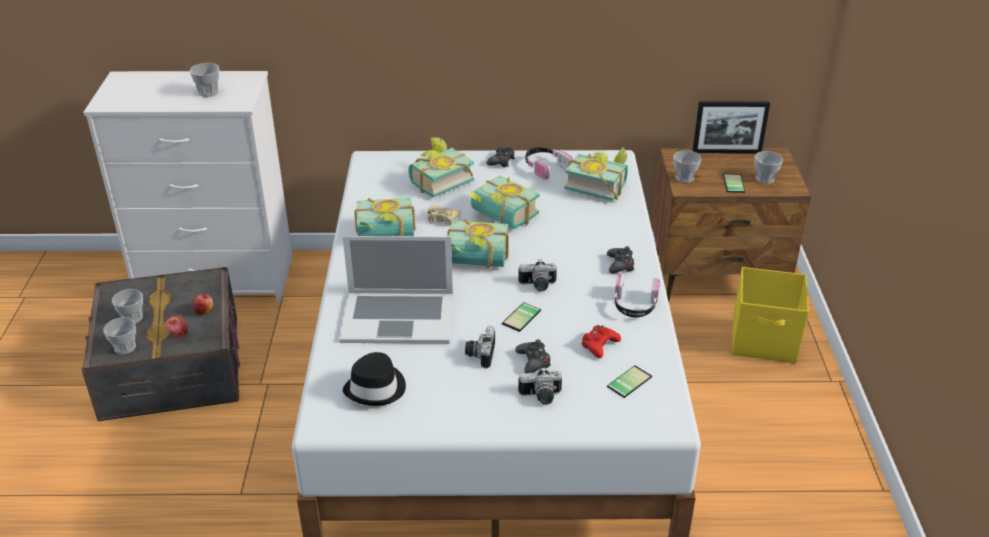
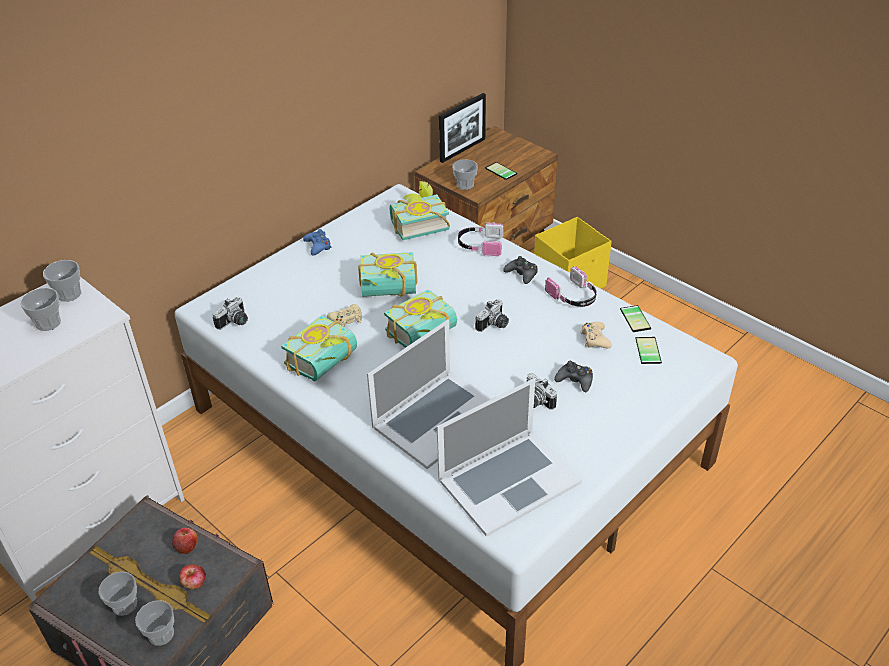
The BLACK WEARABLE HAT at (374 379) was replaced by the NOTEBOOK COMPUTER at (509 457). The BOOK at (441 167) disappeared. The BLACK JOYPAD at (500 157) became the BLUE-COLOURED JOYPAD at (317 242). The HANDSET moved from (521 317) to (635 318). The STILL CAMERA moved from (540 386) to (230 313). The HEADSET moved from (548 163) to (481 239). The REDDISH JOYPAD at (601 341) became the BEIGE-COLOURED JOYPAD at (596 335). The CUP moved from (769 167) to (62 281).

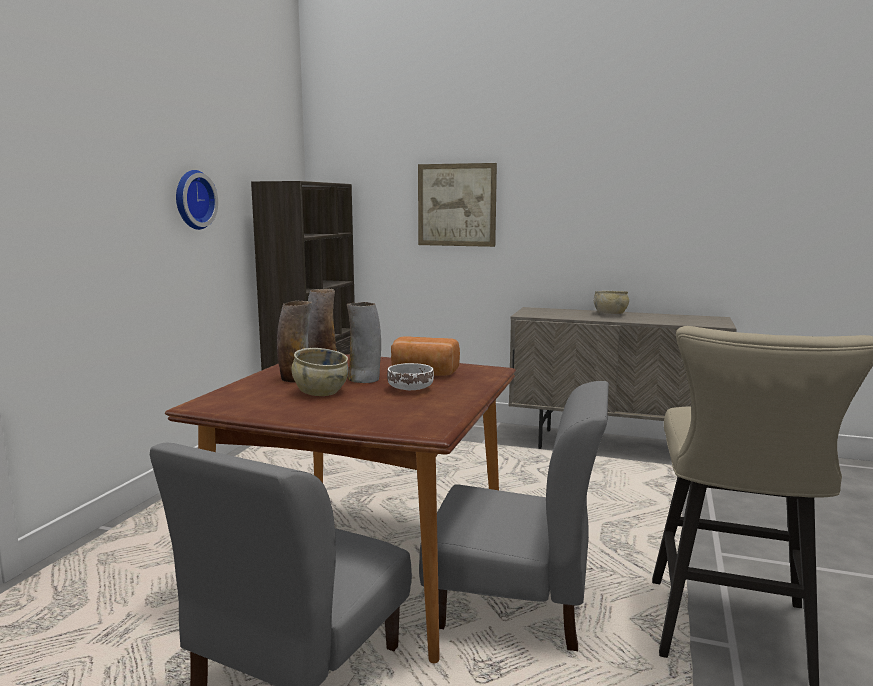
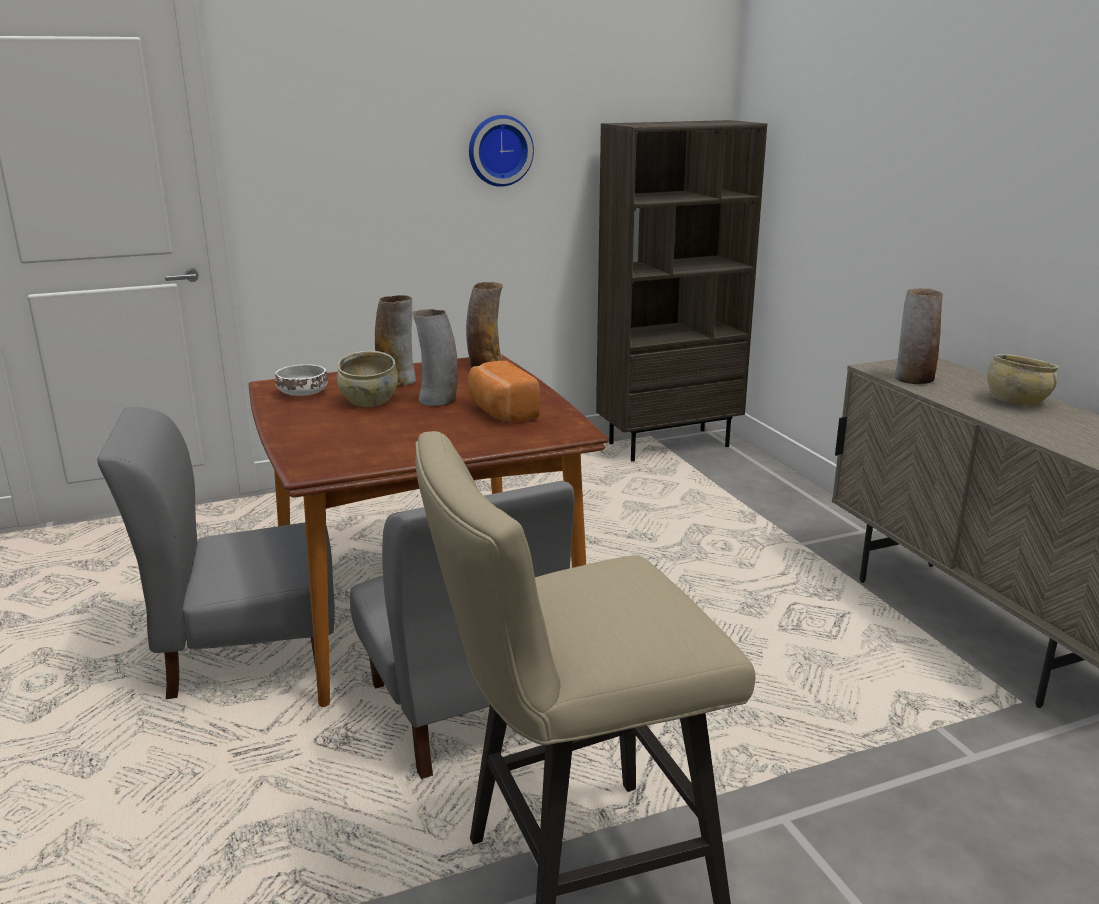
The WHITE DEEP DISH moved from (410 376) to (301 380). The WALL PICTURE at (457 205) disappeared. The DECORATIVE VASE at (919 336) appeared.

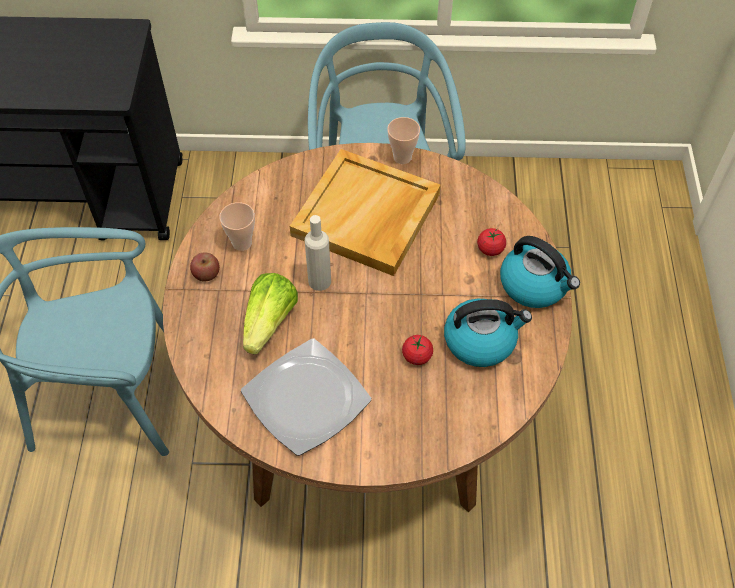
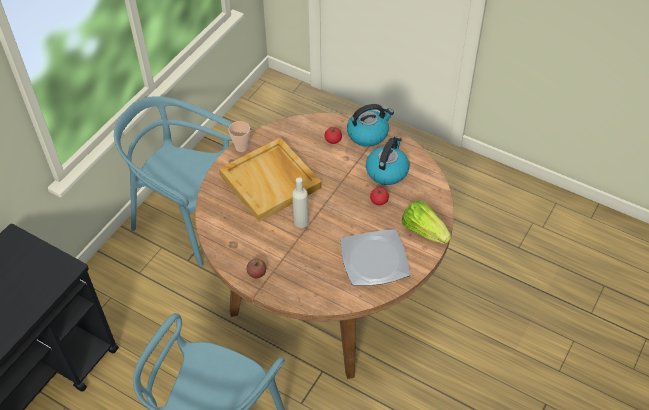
The CUP at (237 226) disappeared. The LETTUCE HEAD moved from (270 314) to (426 222).

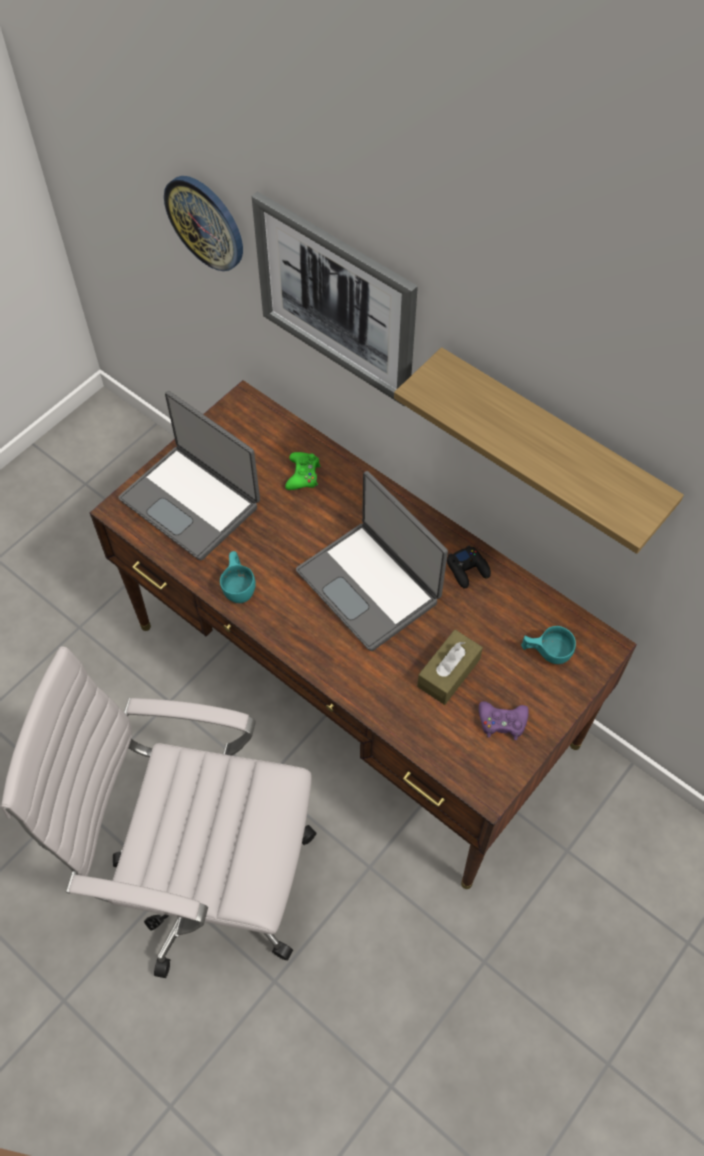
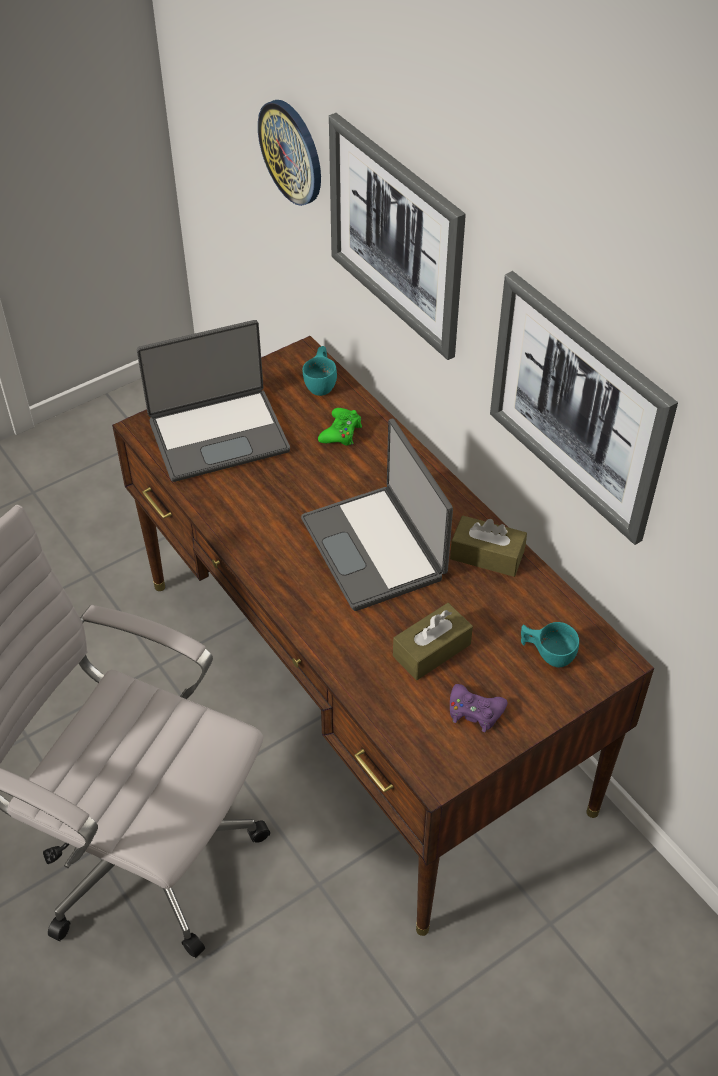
The NOTEBOOK COMPUTER at (189 475) turned 75 degrees counterclockwise. The TURQUOISE-COLOURED CUP moved from (238 577) to (319 371). The BRACKET SHELF at (539 450) was replaced by the WALL PICTURE at (584 408). The BLACK JOYPAD at (469 566) was replaced by the BROWN TISSUE BOX at (488 546).

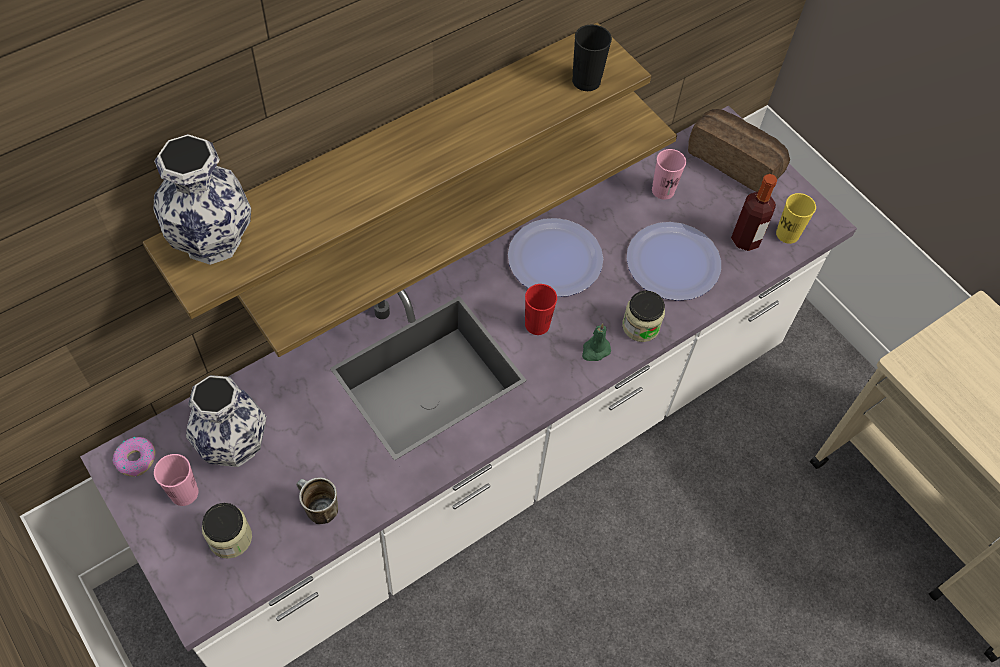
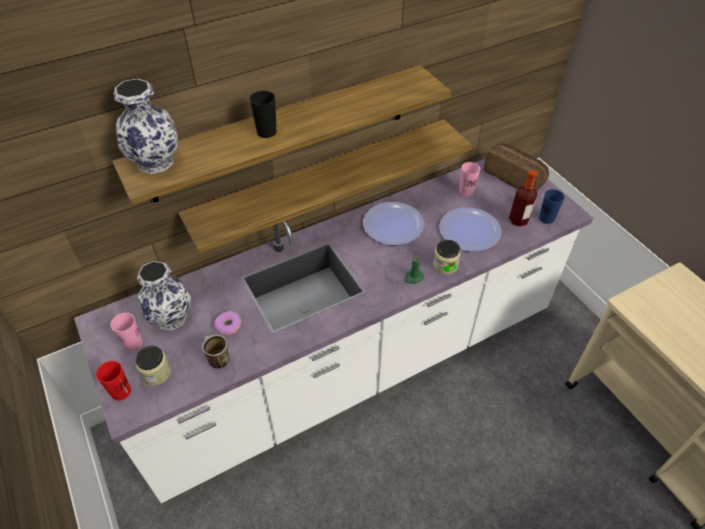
The DONUT moved from (134 457) to (227 323). The REDDISH CUP moved from (541 309) to (113 381). The BLACK CUP moved from (592 57) to (263 114). The YELLOW CUP at (796 218) became the BLUE-COLOURED CUP at (552 206).

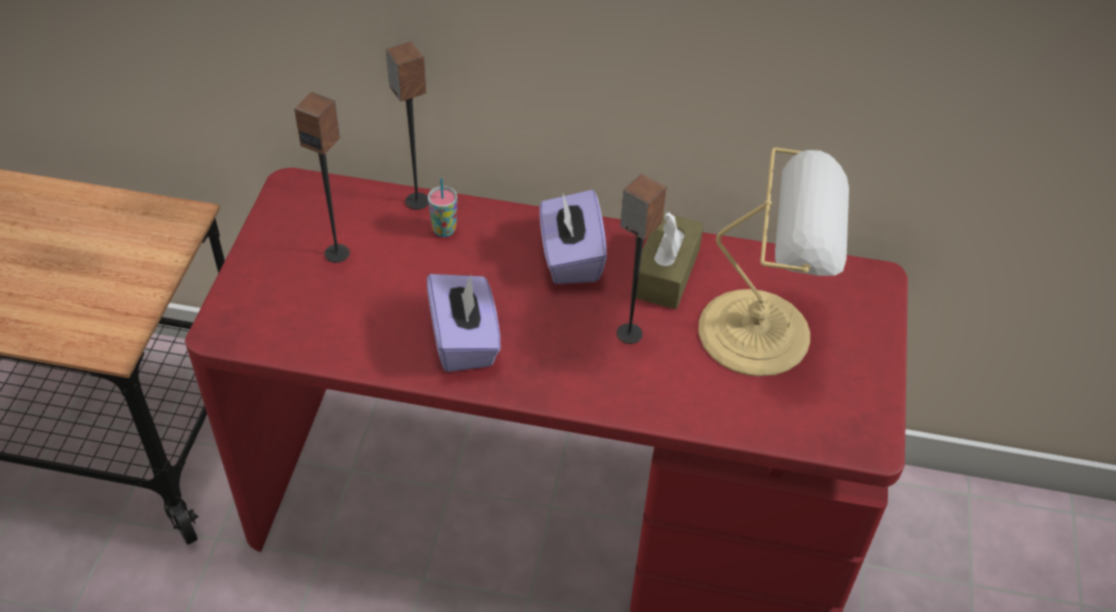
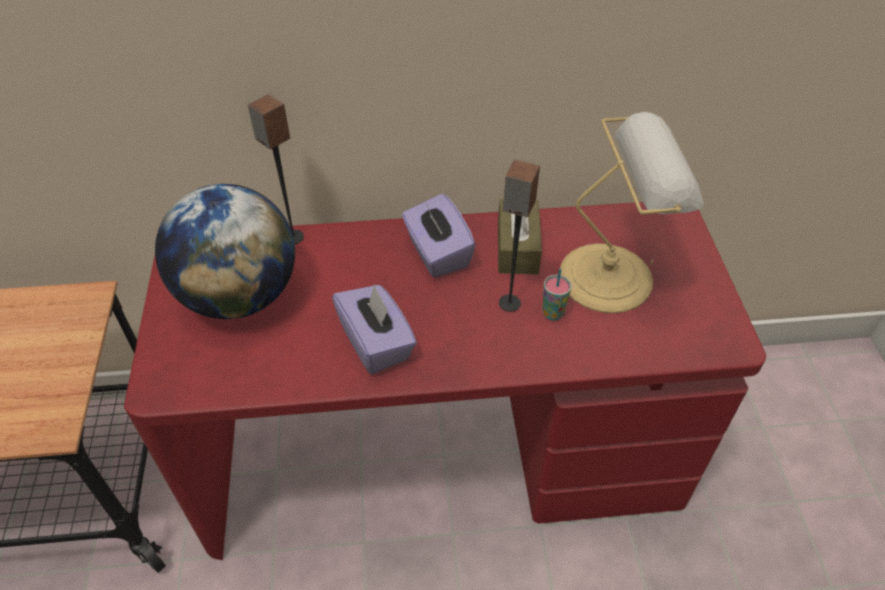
The LOUDSPEAKER at (322 177) was replaced by the WORLD GLOBE at (225 251). The CUP moved from (442 207) to (556 294).

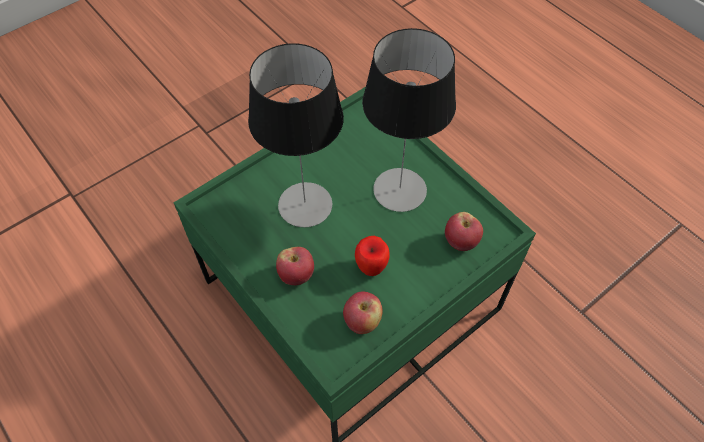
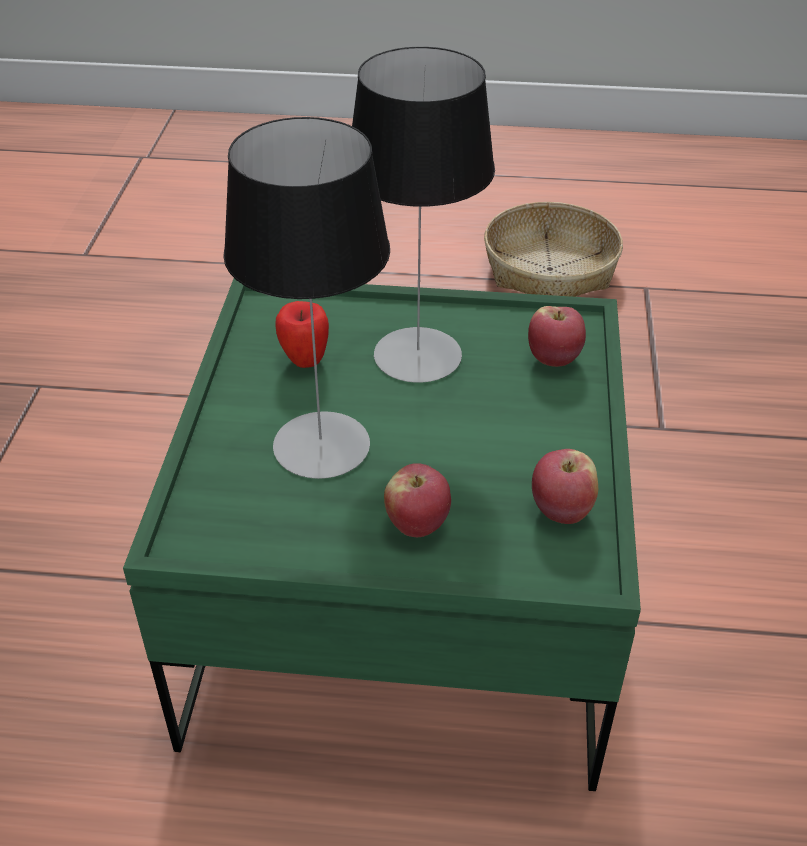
The WHOLE APPLE moved from (372 256) to (302 334). The HOUSEHOLD BASKET at (553 249) appeared.

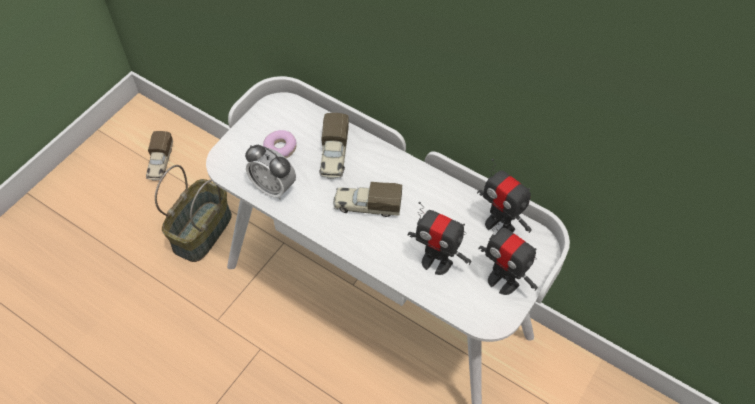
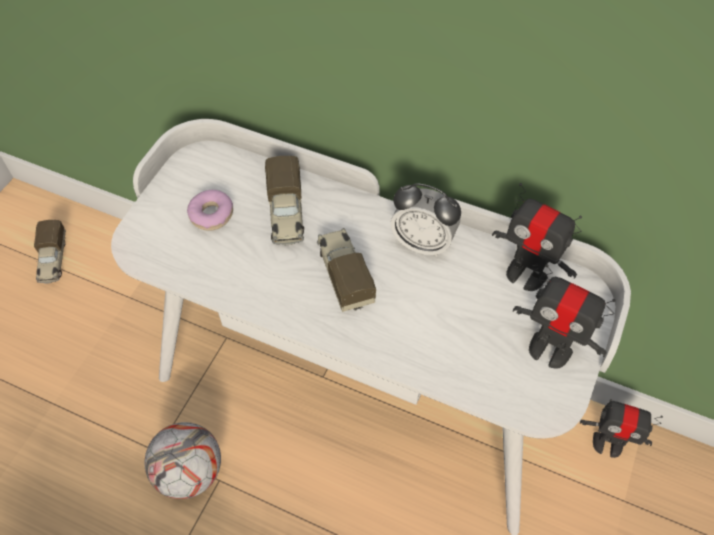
The HOUSEHOLD BASKET at (193 213) disappeared. The BEDSIDE CLOCK moved from (270 172) to (426 220). The TOY LORRY at (367 199) turned 75 degrees clockwise. The MODEL ROBOT moved from (439 238) to (621 428). The FOOTBALL BALL at (182 460) appeared.

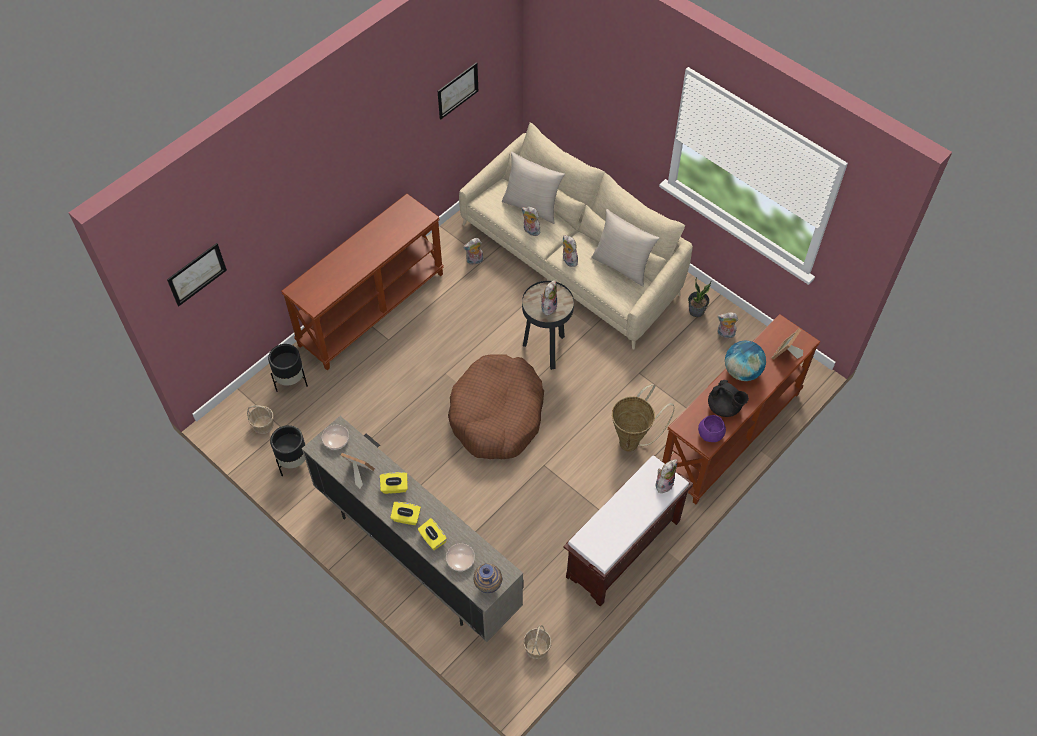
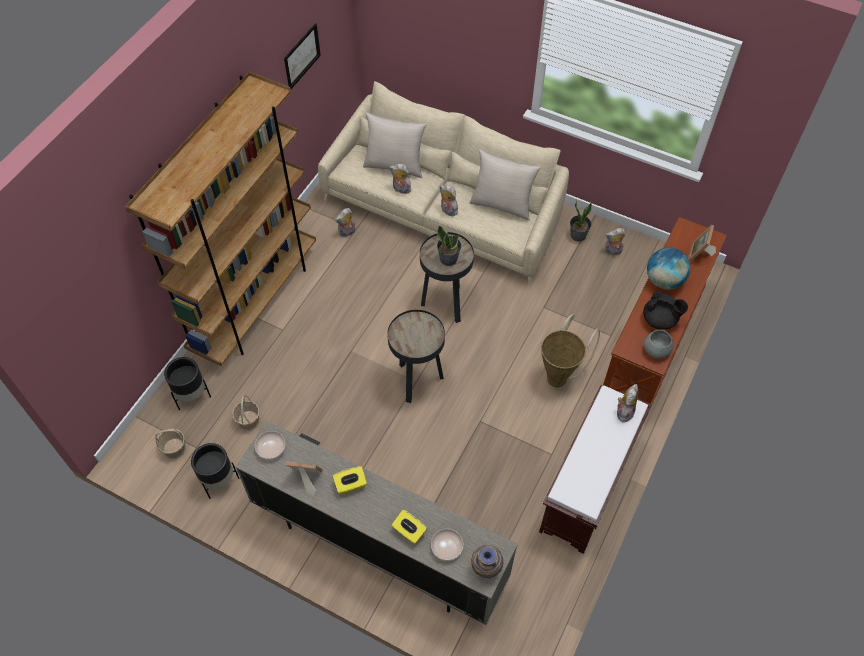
The WALL PICTURE at (197 274) disappeared. The BROWN NARROW TABLE at (362 282) was replaced by the BROWN BOOKCASE at (220 218). The YELLOW TISSUE BOX at (405 513) disappeared. The BROWN DOG BED at (496 406) was replaced by the BLACK ACCENT TABLE at (416 356). The HOUSEHOLD BASKET moved from (537 641) to (246 413). The CUDDLY TOY at (549 297) was replaced by the POTTED PLANT at (449 246). The PURPLISH DEEP DISH at (712 428) became the GREYISH DEEP DISH at (658 344).

